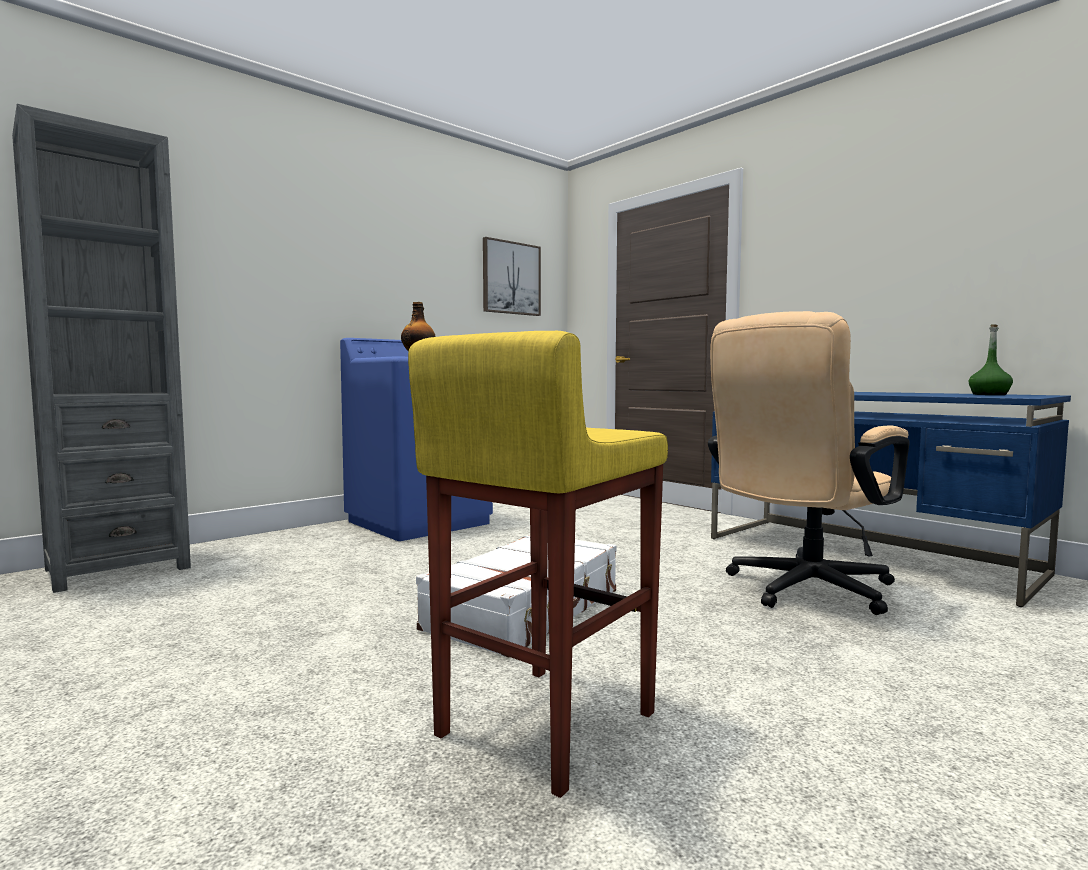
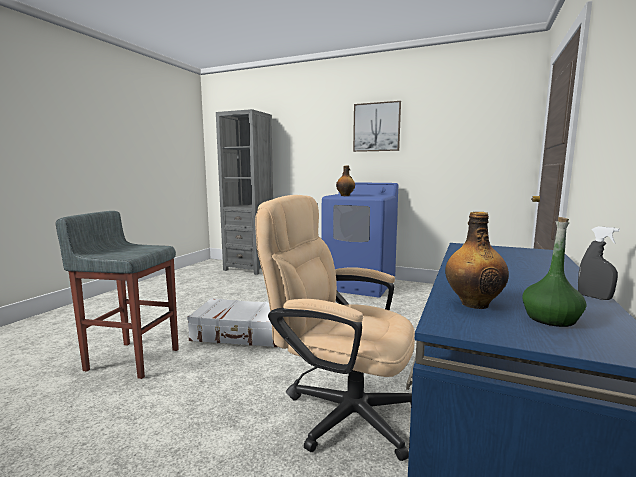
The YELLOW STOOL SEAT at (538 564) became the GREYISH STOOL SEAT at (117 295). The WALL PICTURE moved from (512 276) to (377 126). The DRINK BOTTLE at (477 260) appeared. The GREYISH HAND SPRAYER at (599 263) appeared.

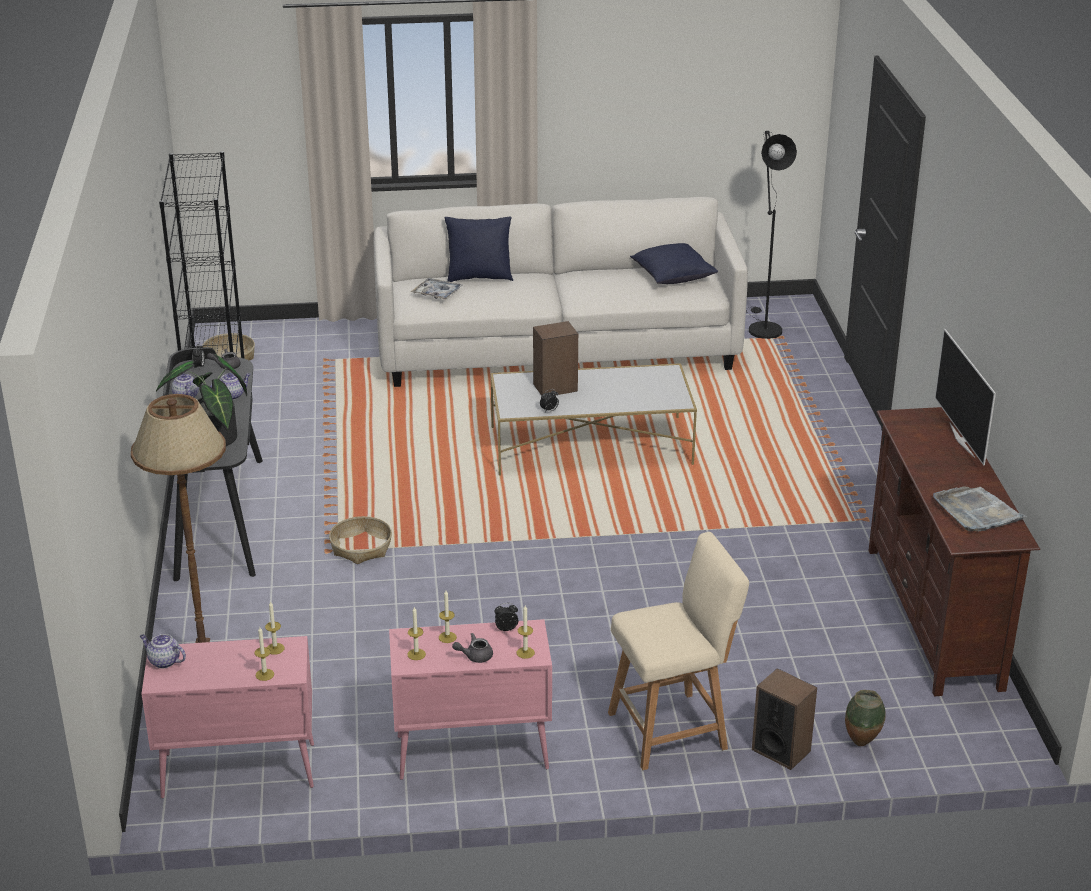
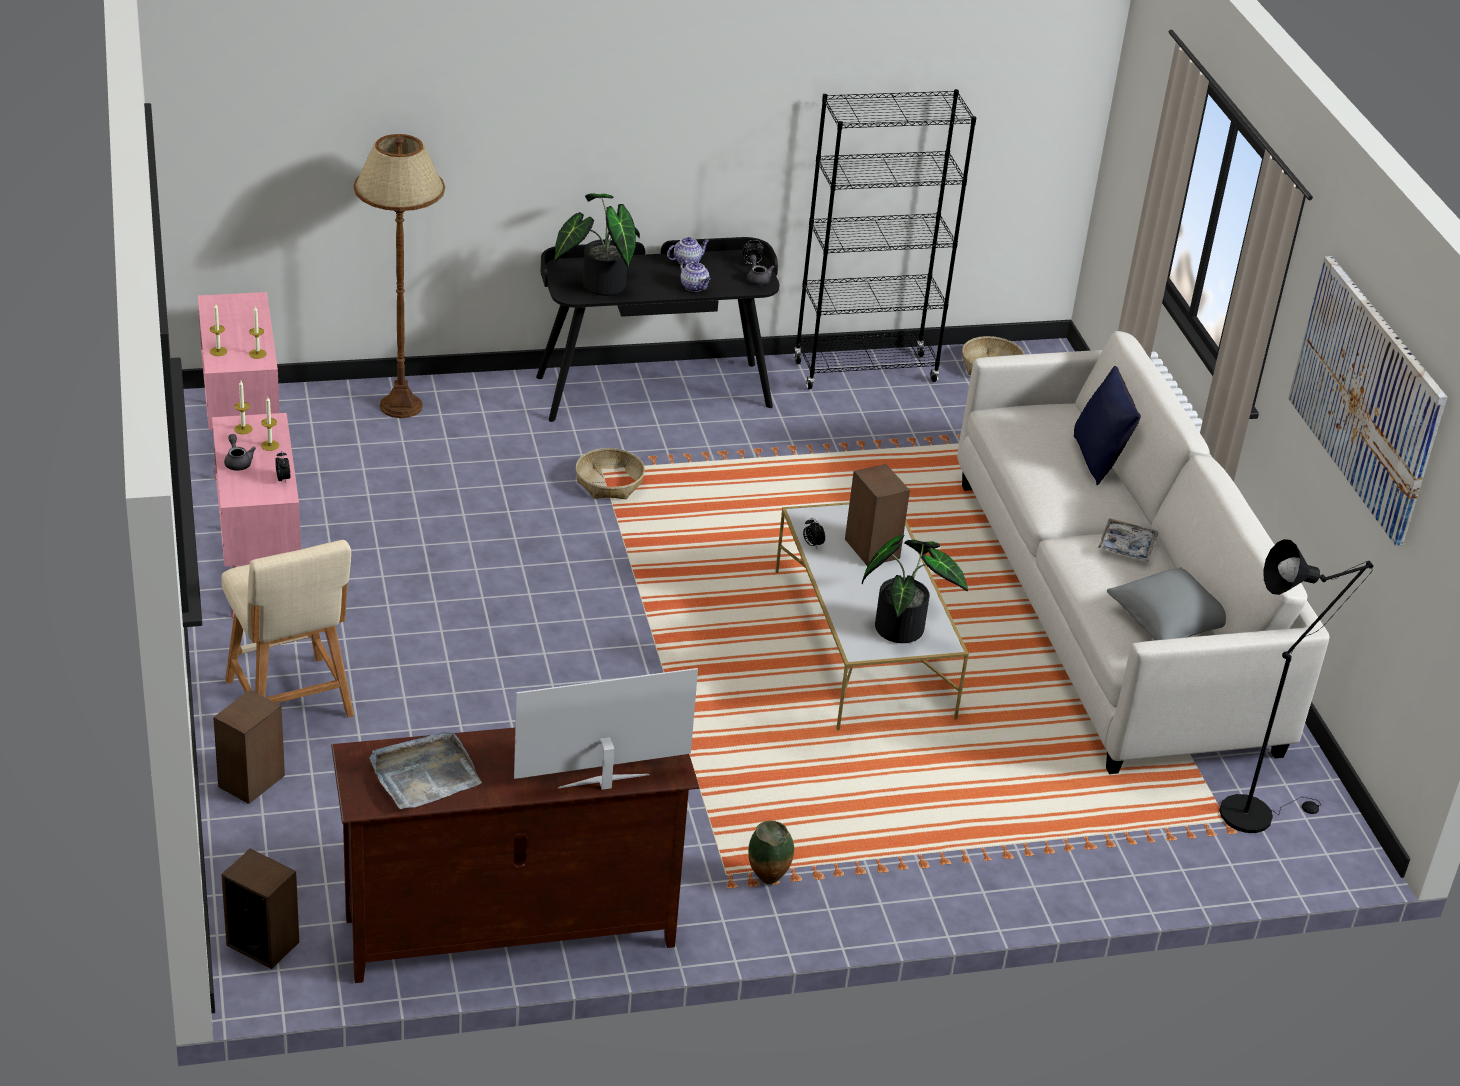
The TEAPOT at (163 651) disappeared. The SERVING TRAY moved from (436 289) to (1128 539). The WAX CANDLE at (525 632) disappeared. The BLUE-COLOURED THROW PILLOW at (674 263) became the GREYISH THROW PILLOW at (1166 603). The DECORATIVE VASE moved from (865 718) to (771 852). The LOUDSPEAKER at (260 908) appeared. The POTTED PLANT at (915 589) appeared. The WALL PICTURE at (1367 401) appeared.

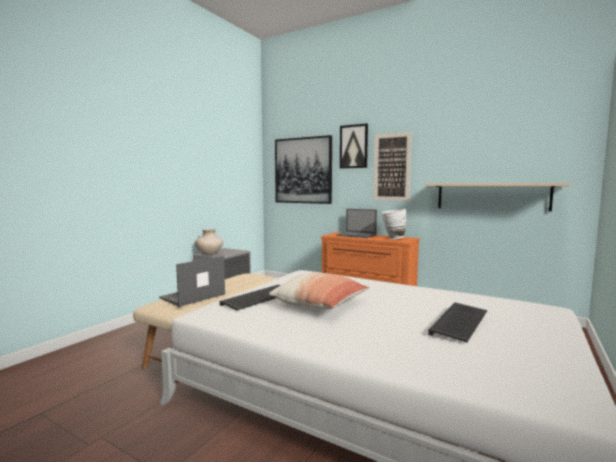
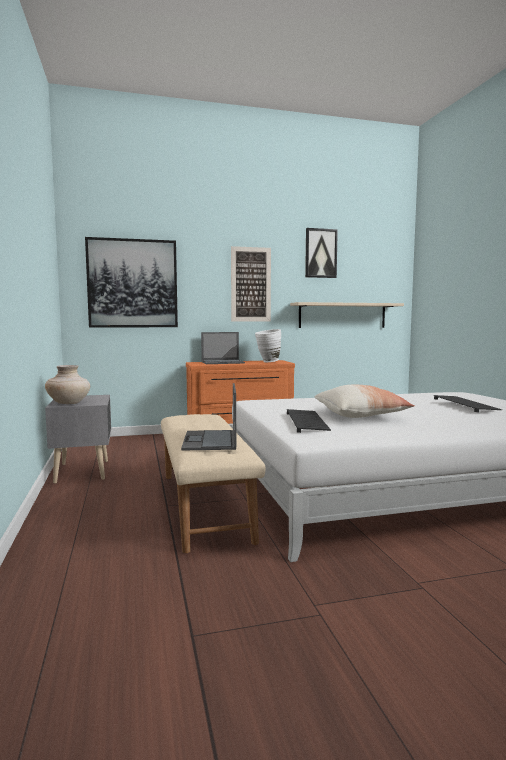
The WALL PICTURE moved from (354 145) to (321 253).

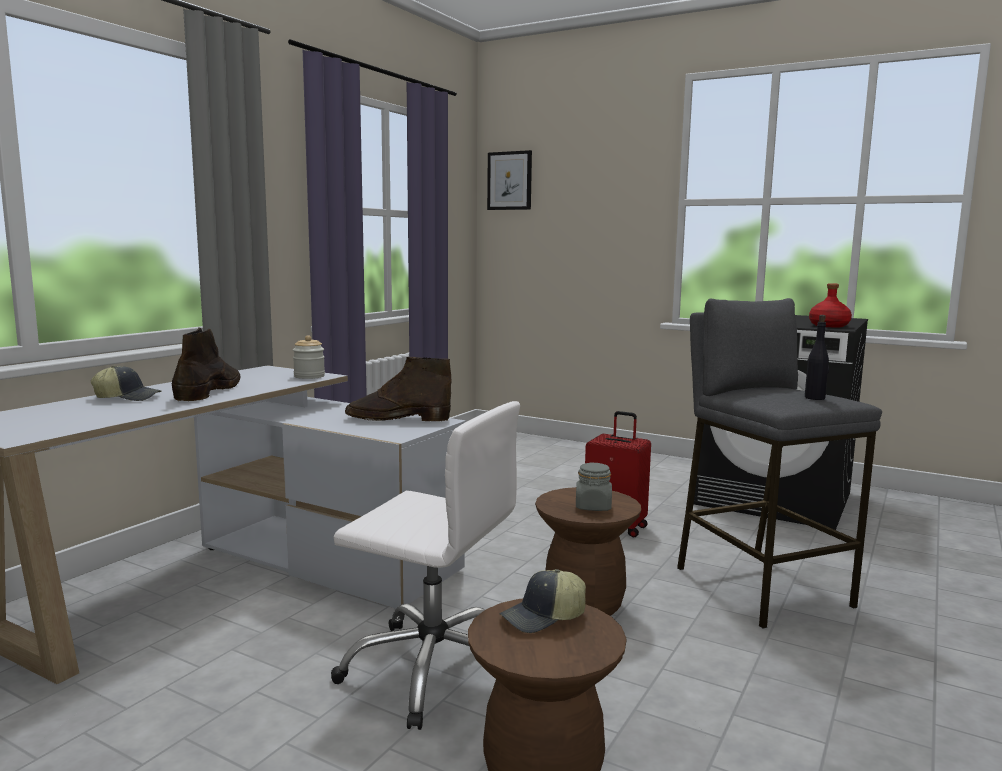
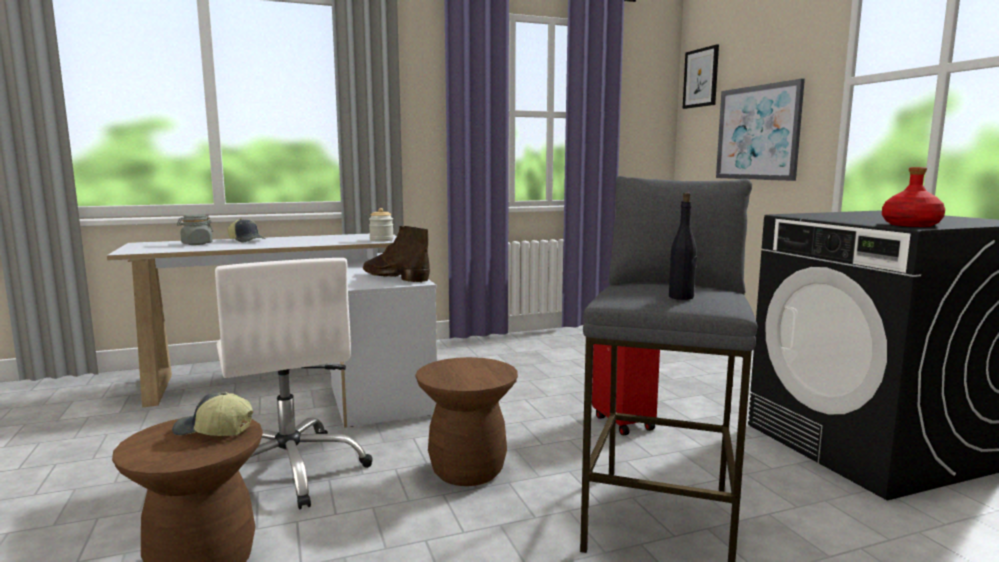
The BROWN HIGH-TOP BOOT at (206 364) disappeared. The GREYISH STORAGE JAR moved from (594 486) to (195 230). The WALL PICTURE at (760 130) appeared.

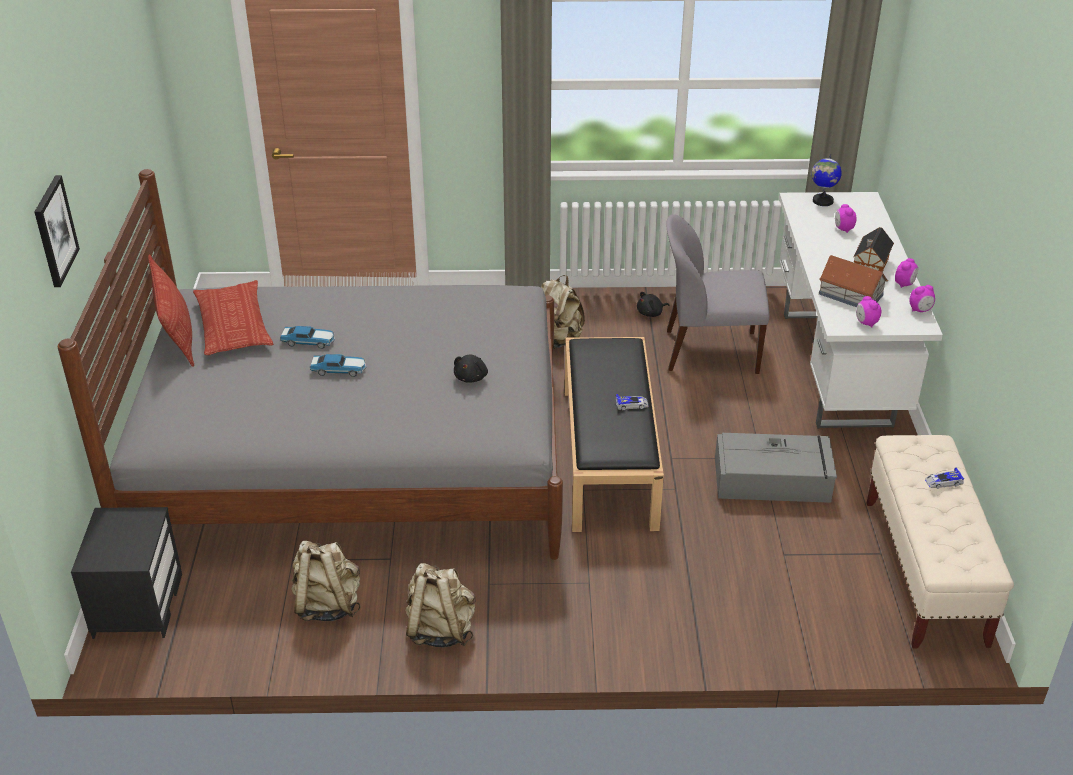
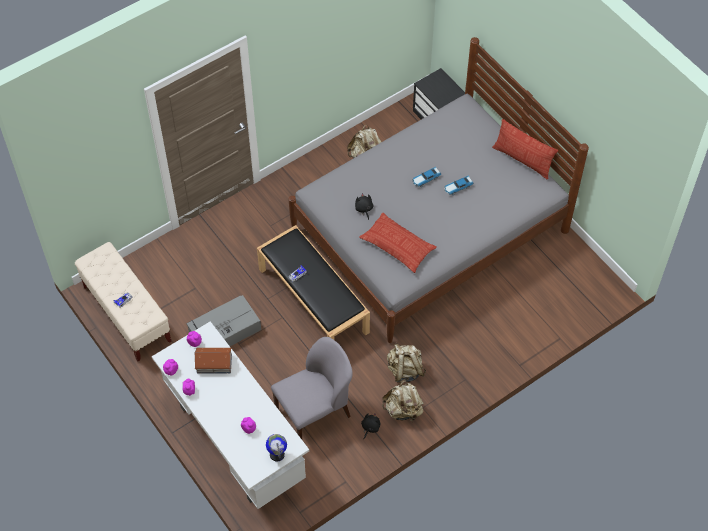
The WALL PICTURE at (57 231) disappeared. The THROW PILLOW moved from (233 317) to (398 243). The BEIGE-COLOURED KNAPSACK moved from (440 605) to (403 401). The MODEL HOUSE at (873 249) disappeared.

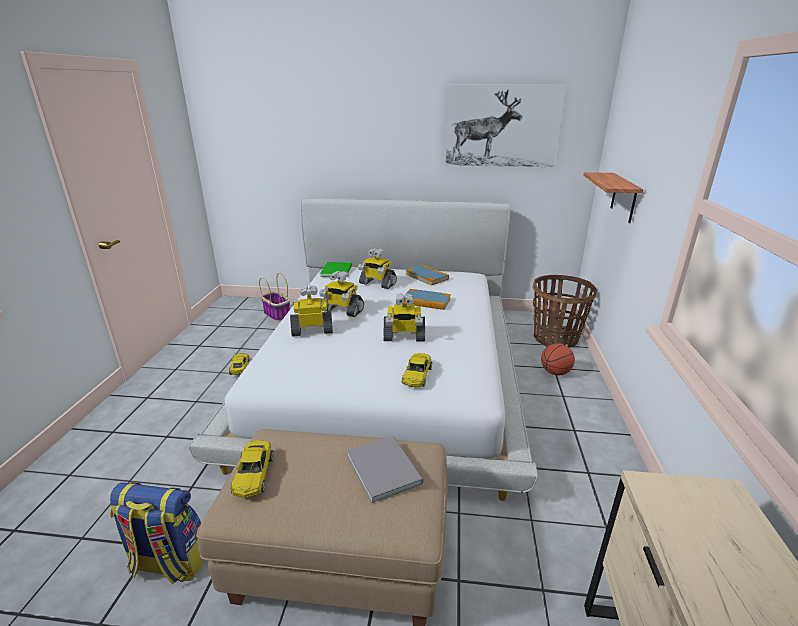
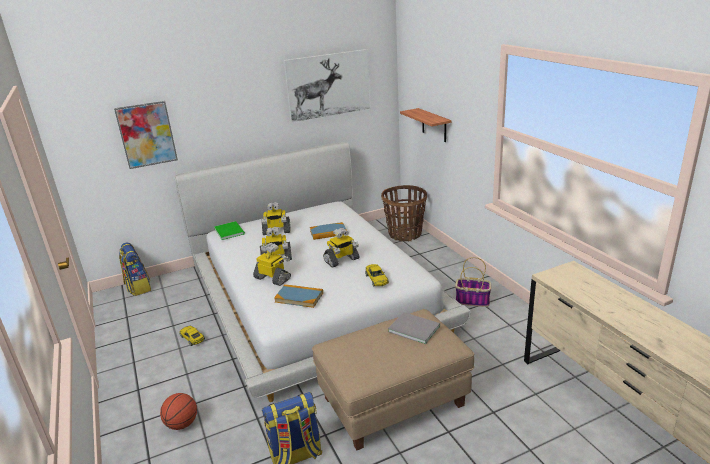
The YELLOW MINIATURE CAR at (252 469) disappeared. The HOUSEHOLD BASKET moved from (274 297) to (473 282). The MODEL ROBOT at (311 311) turned 75 degrees clockwise. The BOOK moved from (427 275) to (298 296). The BASKETBALL moved from (558 359) to (178 411). The WALL PICTURE at (146 135) appeared. The KNAPSACK at (135 269) appeared.

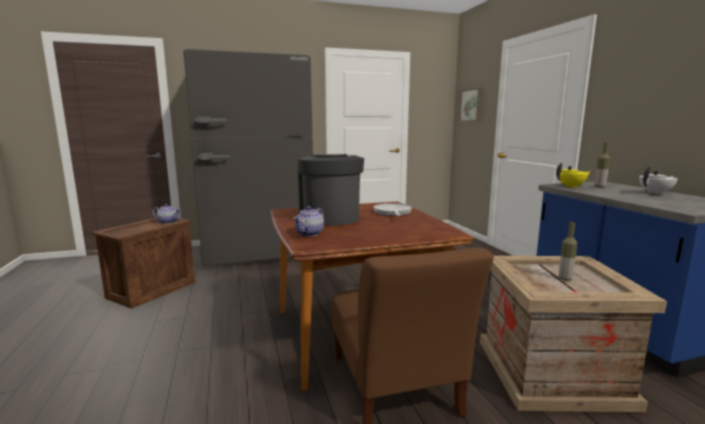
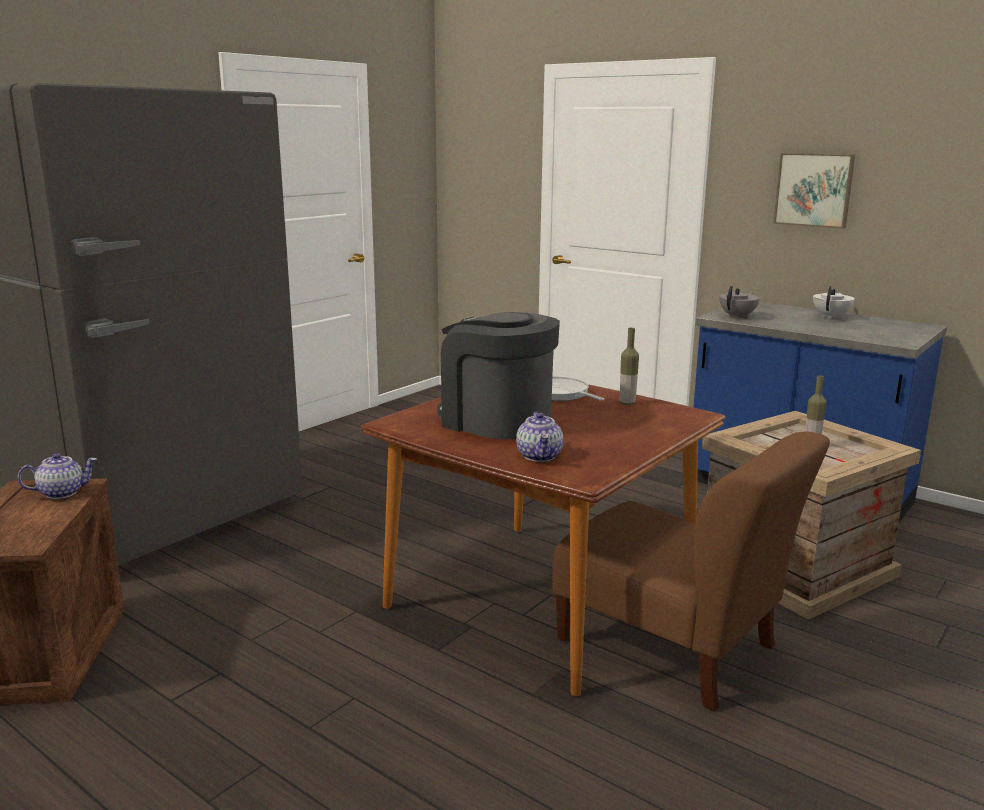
The WALL PICTURE moved from (470 105) to (814 191). The YELLOW TEAPOT at (573 175) became the GREYISH TEAPOT at (739 302). The DRINK BOTTLE moved from (602 165) to (629 366).

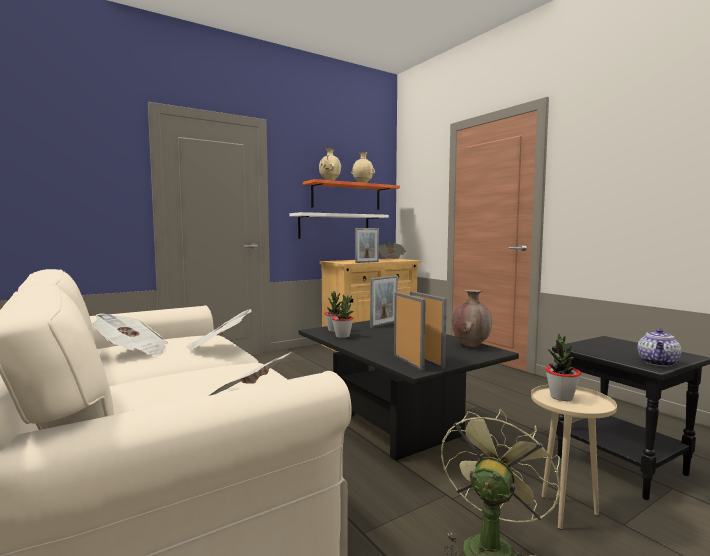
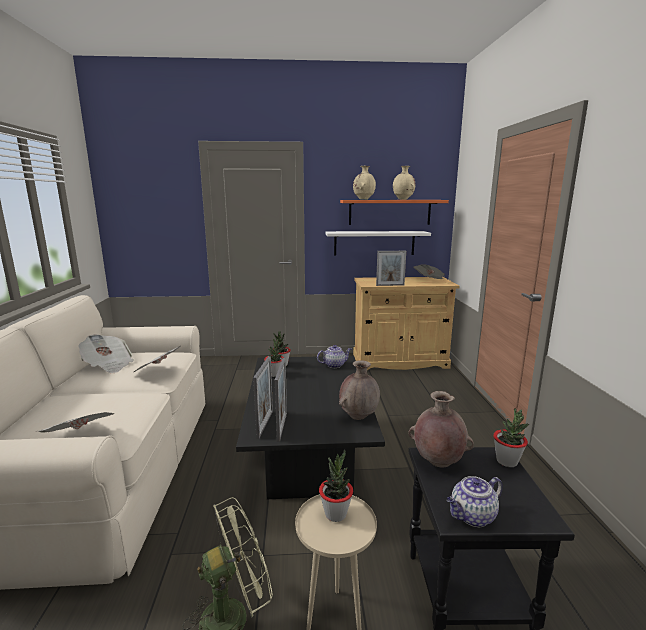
The STANDING FRAME at (384 301) was replaced by the TEAPOT at (334 356). The BROWN DECORATIVE VASE at (441 429) appeared. The POTTED PLANT at (511 437) appeared.

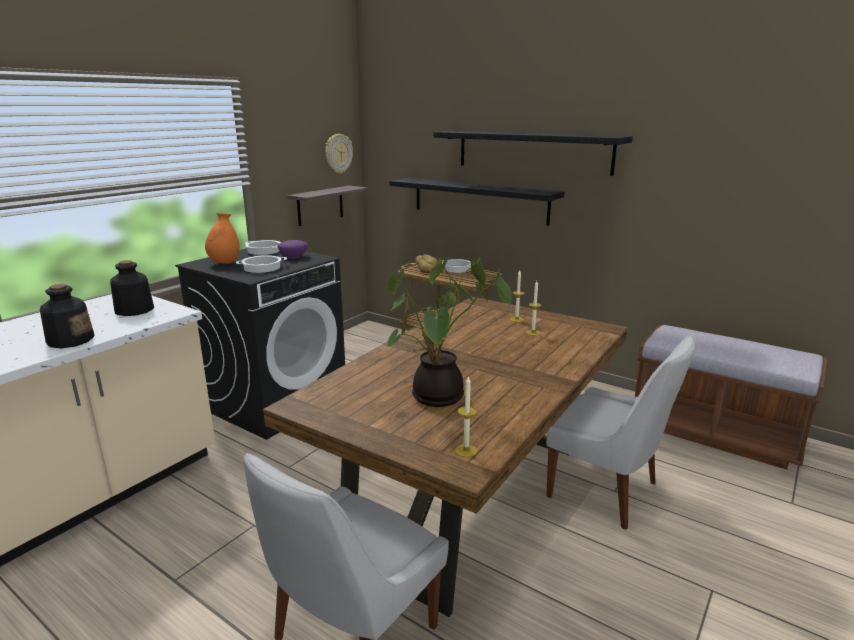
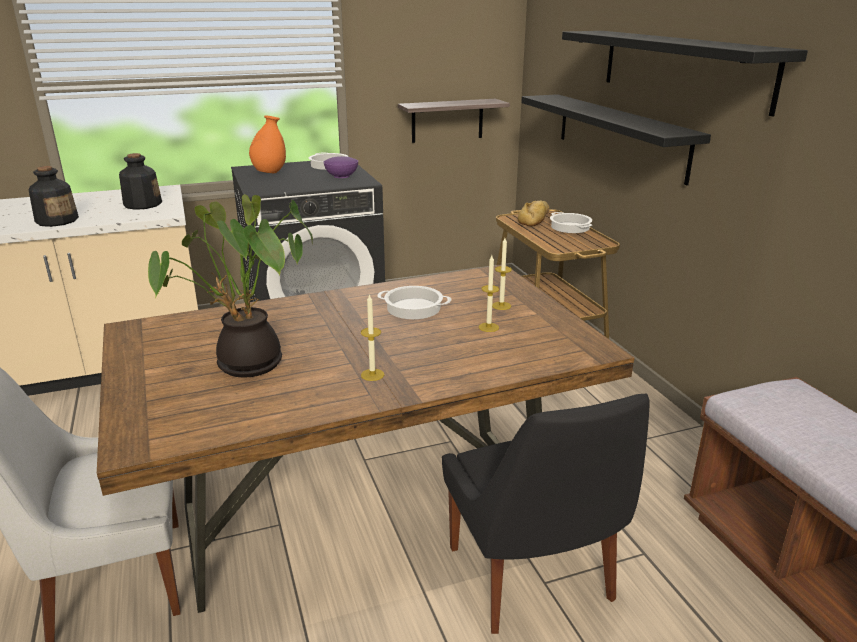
The SAUCEPOT moved from (261 264) to (414 302). The CLOCK ON THE WALL at (339 154) disappeared. The WAX CANDLE moved from (466 417) to (372 337). The WHITE UPRIGHT CHAIR at (621 433) became the BLACK UPRIGHT CHAIR at (546 513).

